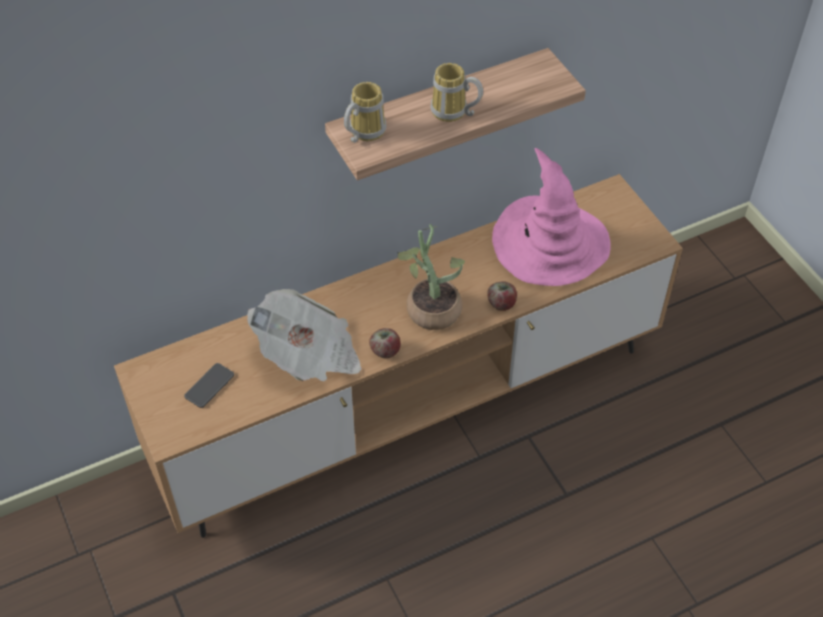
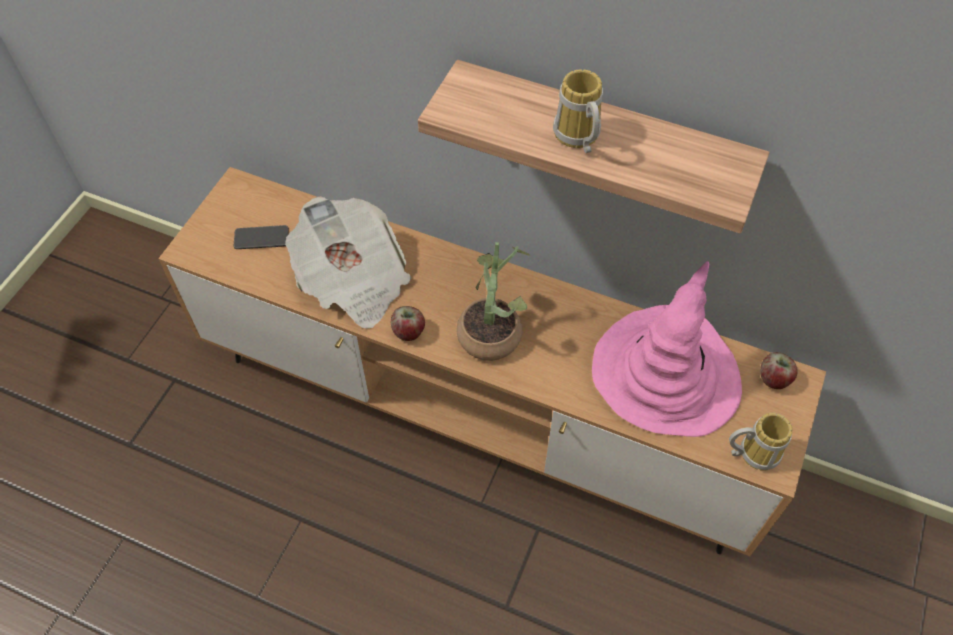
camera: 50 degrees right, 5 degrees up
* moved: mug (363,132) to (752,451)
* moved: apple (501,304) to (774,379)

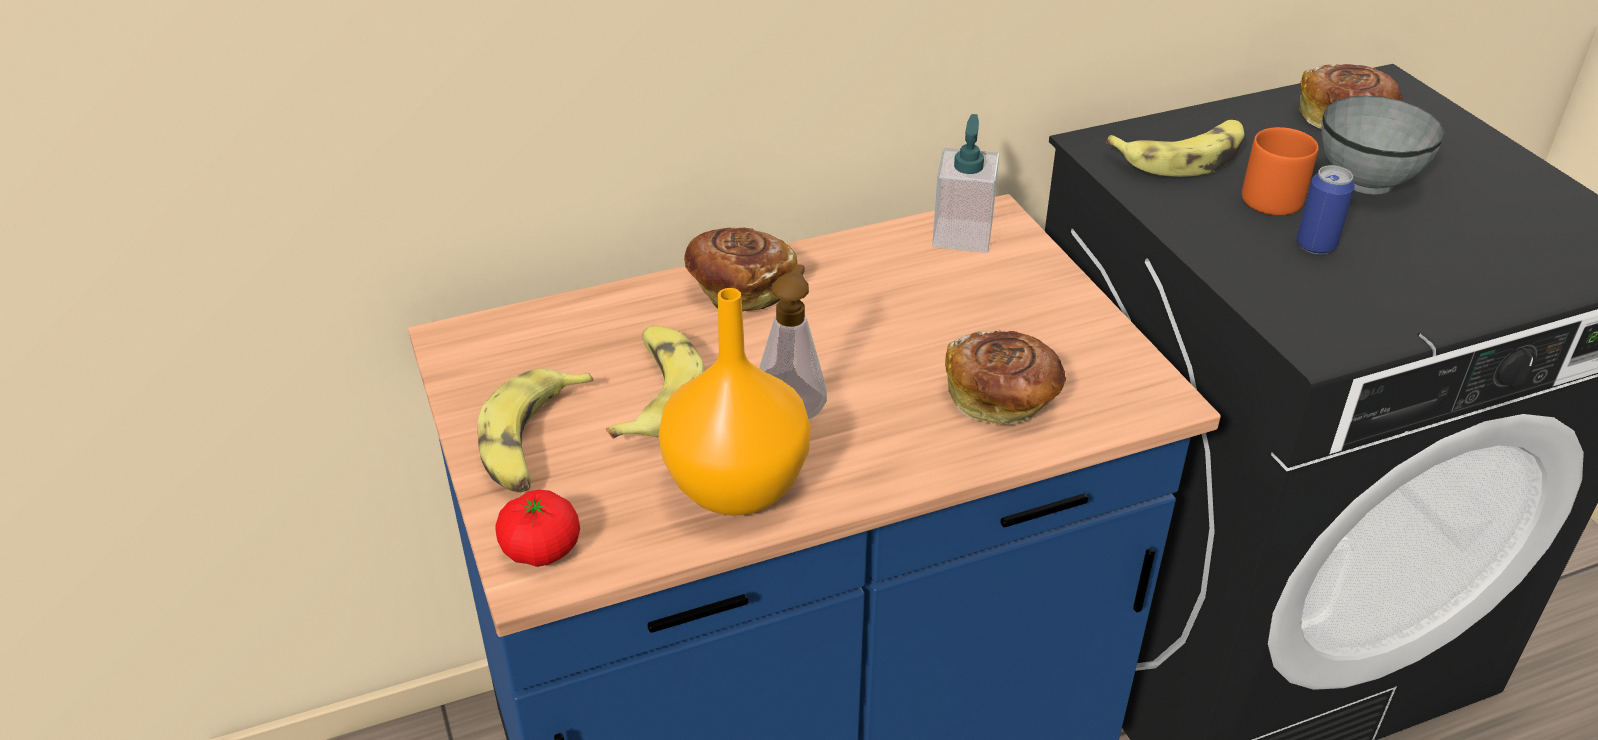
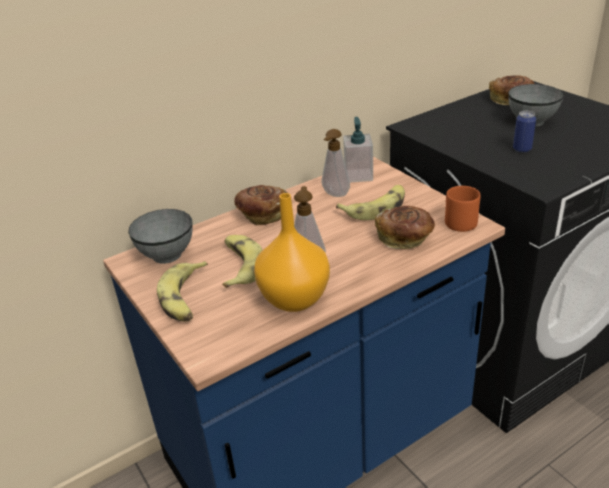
camera: 10 degrees left, 5 degrees down
* moved: banana (1182,157) to (376,208)
* moved: orange_mug (1268,195) to (458,221)
* removed: tomato (541,549)
* added: soap_dispenser (334,195)
* added: grey_bowl (167,254)

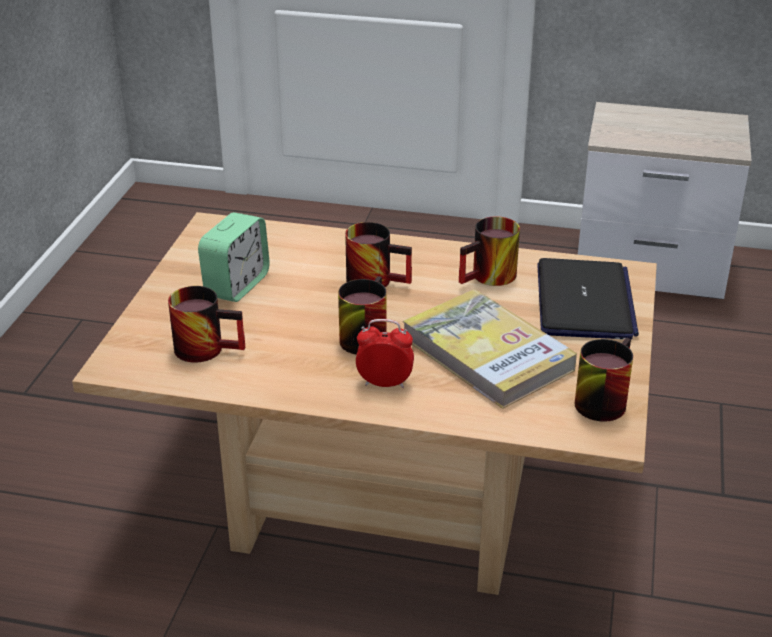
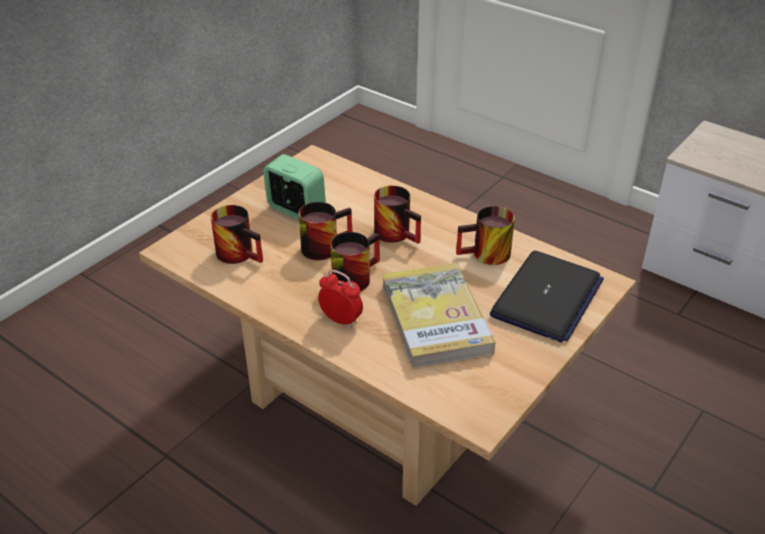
camera: 25 degrees right, 5 degrees up
* turned: alarm_clock (237,285) = (296,210) 105 degrees counterclockwise
* moved: mug (600,398) to (324,245)

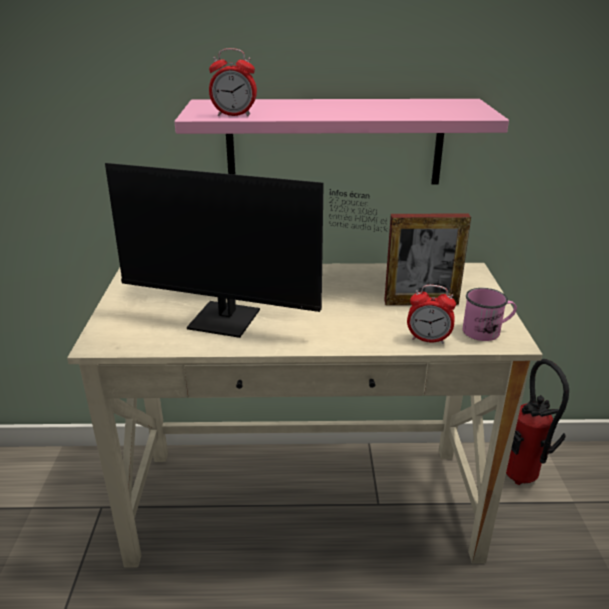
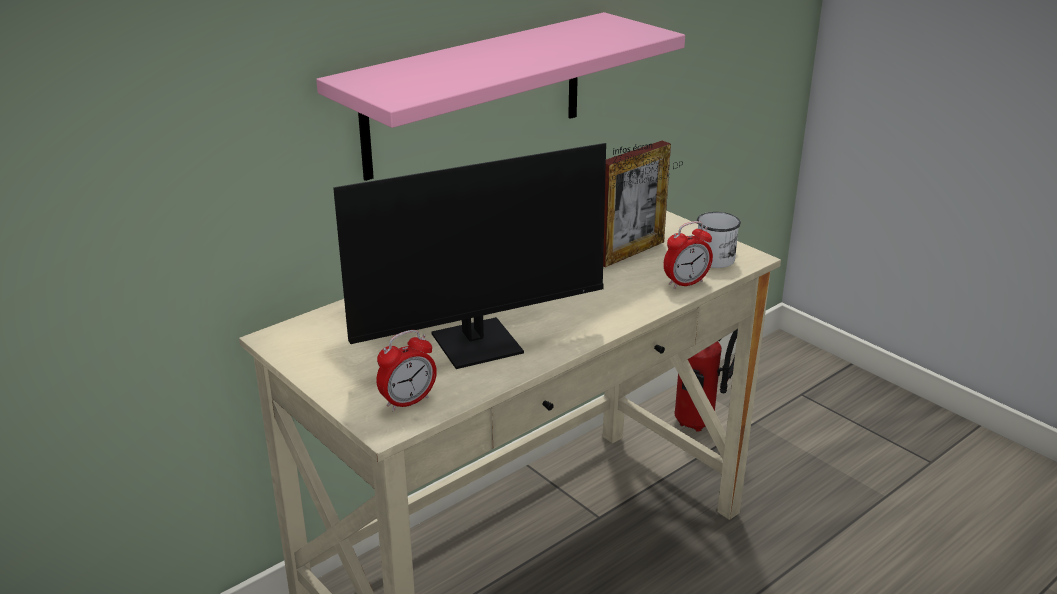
camera: 40 degrees left, 0 degrees up
* moved: alarm_clock (234,115) to (408,401)
* recoloured: pink_mug (487,331) to white_mug (718,257)

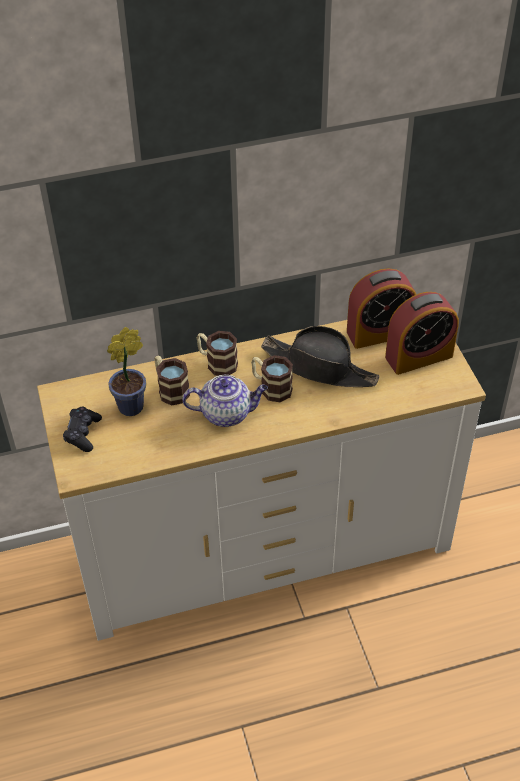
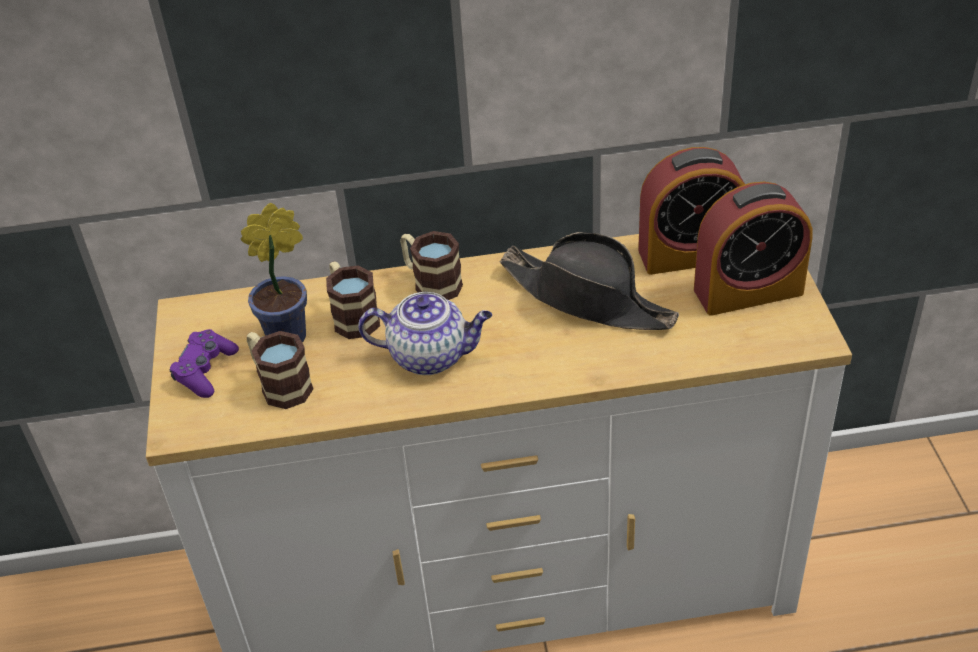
camera: 10 degrees right, 5 degrees down
* moved: mug (271,387) to (280,385)
* recoloured: black_game_controller (83,433) to purple_game_controller (205,371)

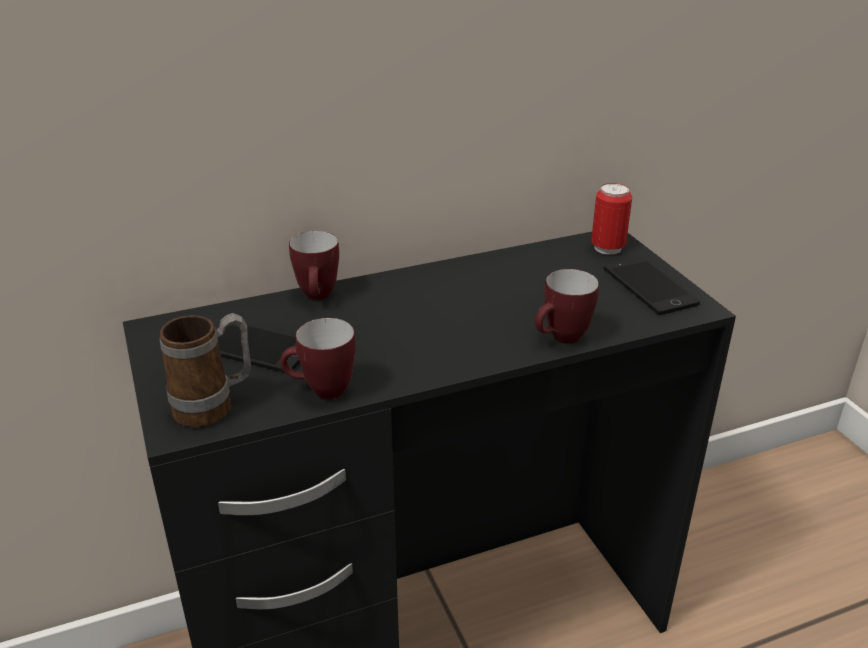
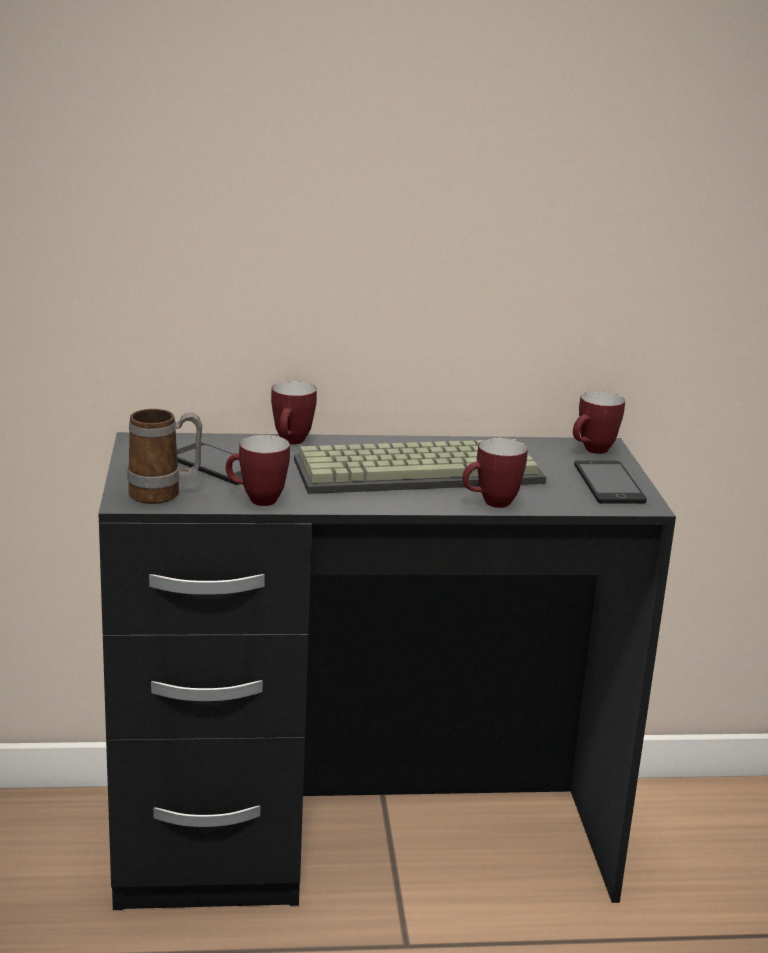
camera: 15 degrees right, 10 degrees down
* replaced: can (607,248) to mug (592,451)
* added: keyboard (420,470)

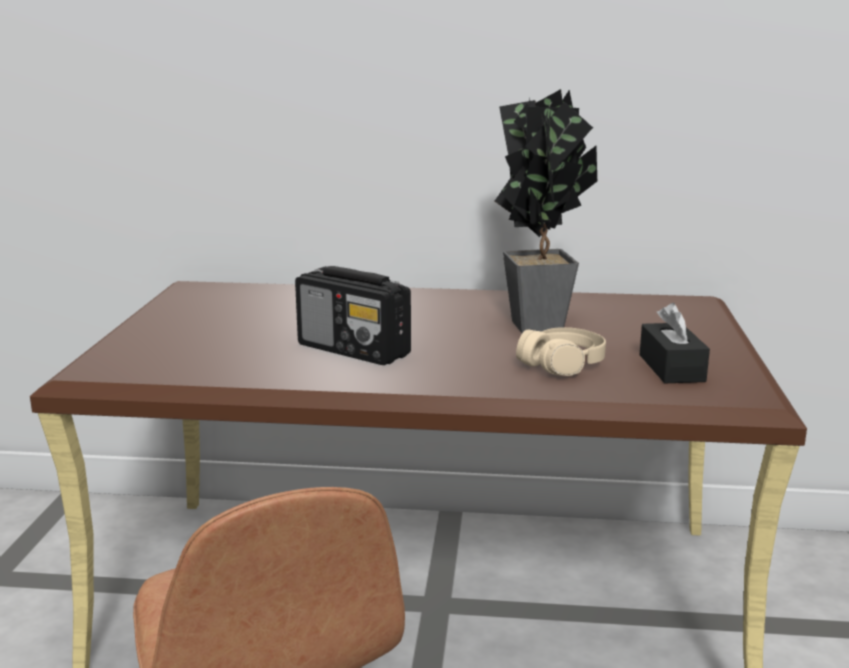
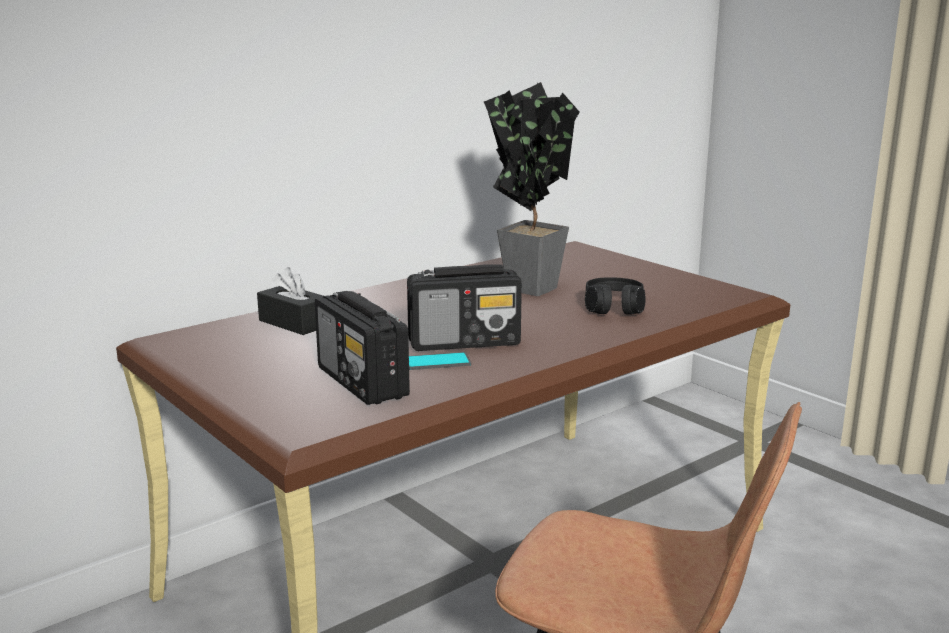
camera: 45 degrees left, 0 degrees up
* moved: black_tissue_box (671,368) to (294,323)
* recoloured: beige_headphones (562,365) to black_headphones (614,308)
* added: radio (362,383)
* added: phone (438,362)

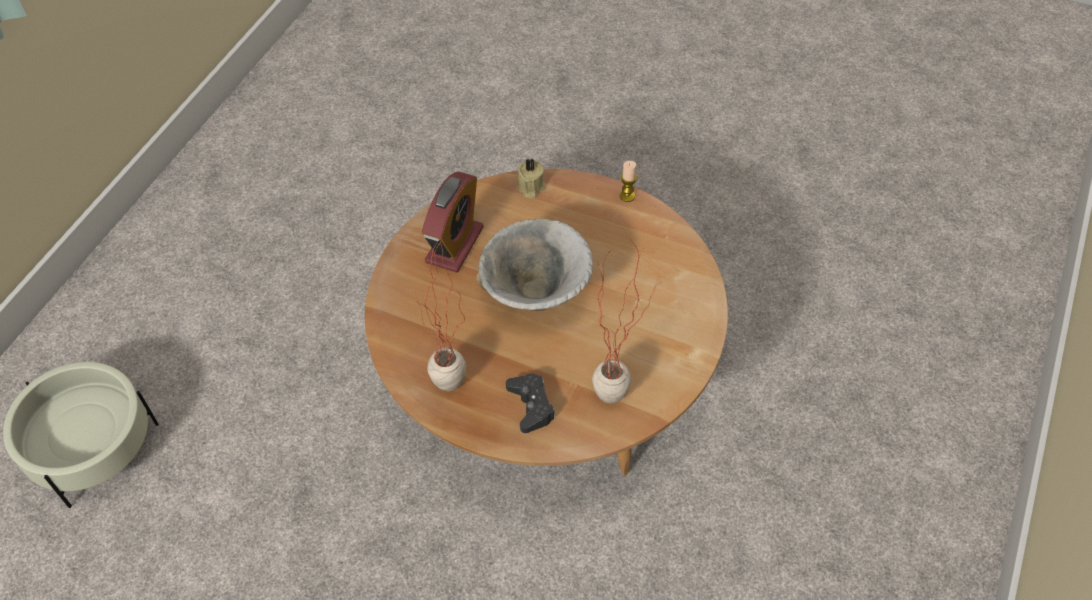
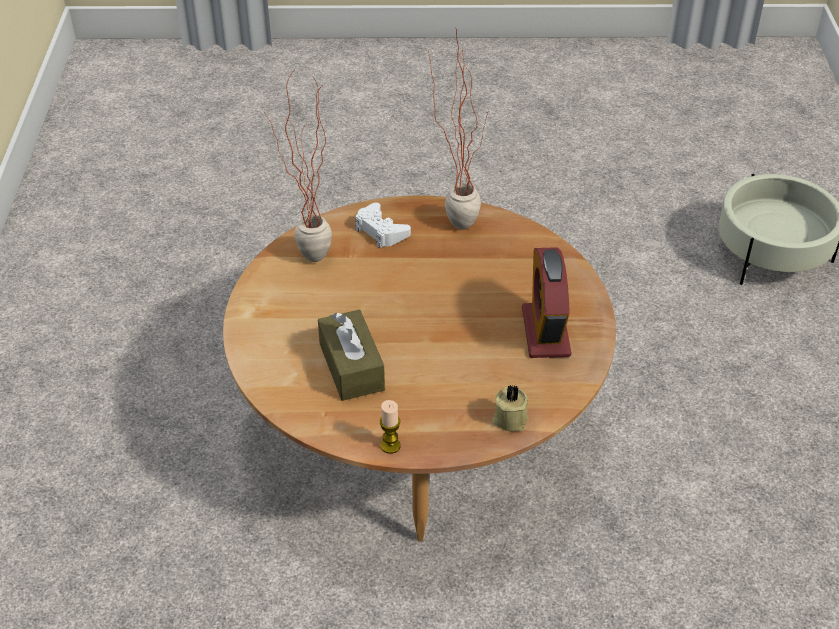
camera: 155 degrees right, 10 degrees down
* removed: bowl (535,297)
* recoloured: black_game_controller (531,406) to white_game_controller (380,231)
* added: brown_tissue_box (351,367)

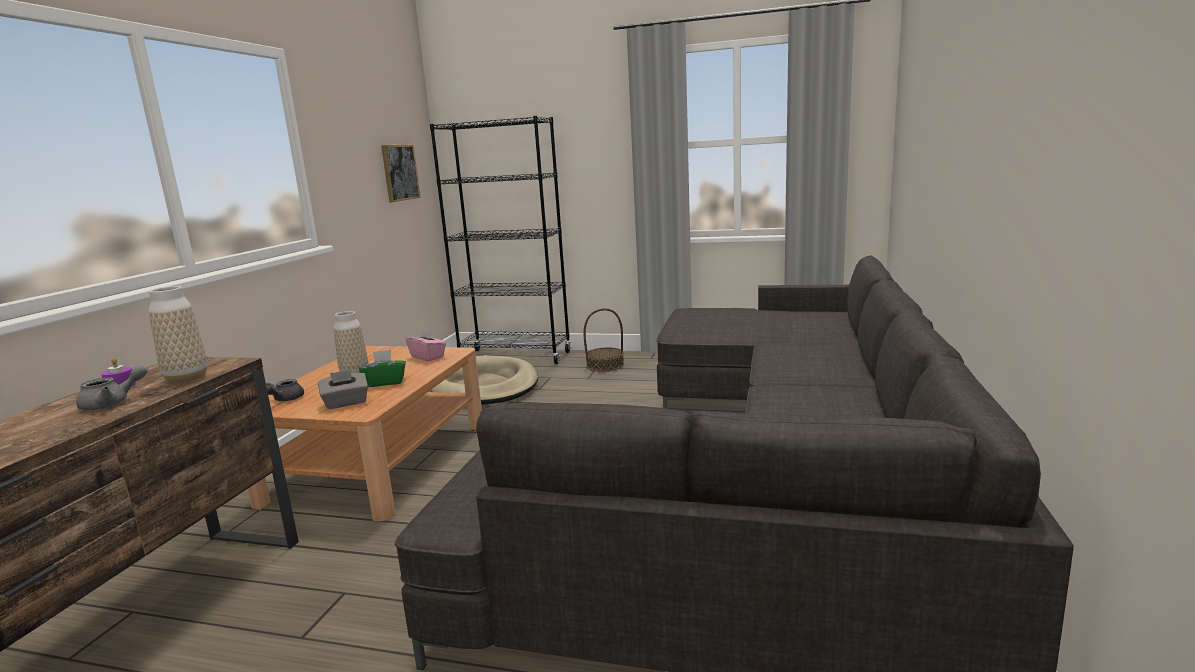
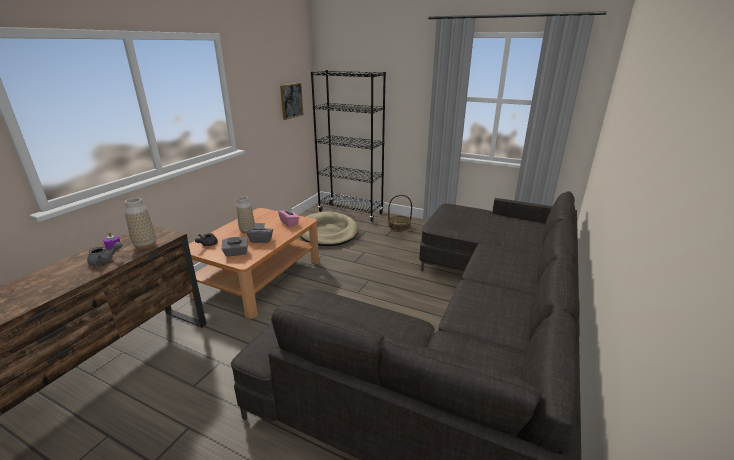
camera: 10 degrees right, 10 degrees up
* recoloured: green_tissue_box (385,382) to grey_tissue_box (261,240)

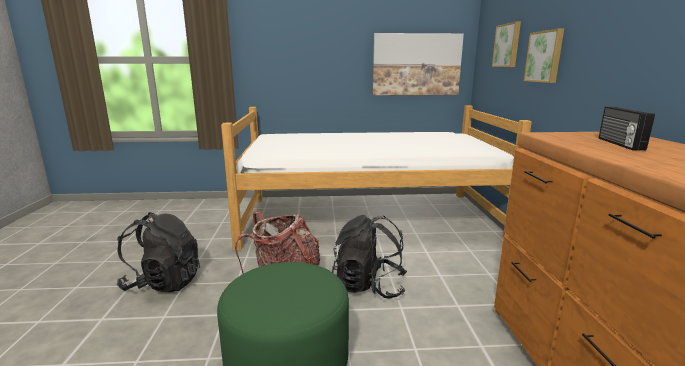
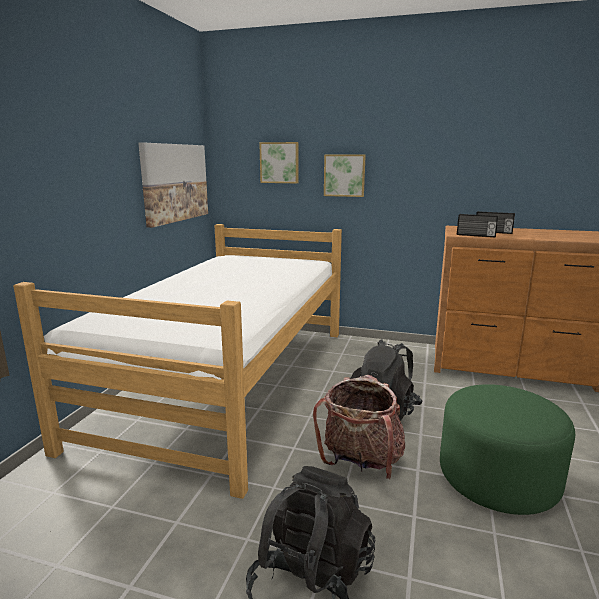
camera: 70 degrees left, 0 degrees up
* added: radio (476,235)

